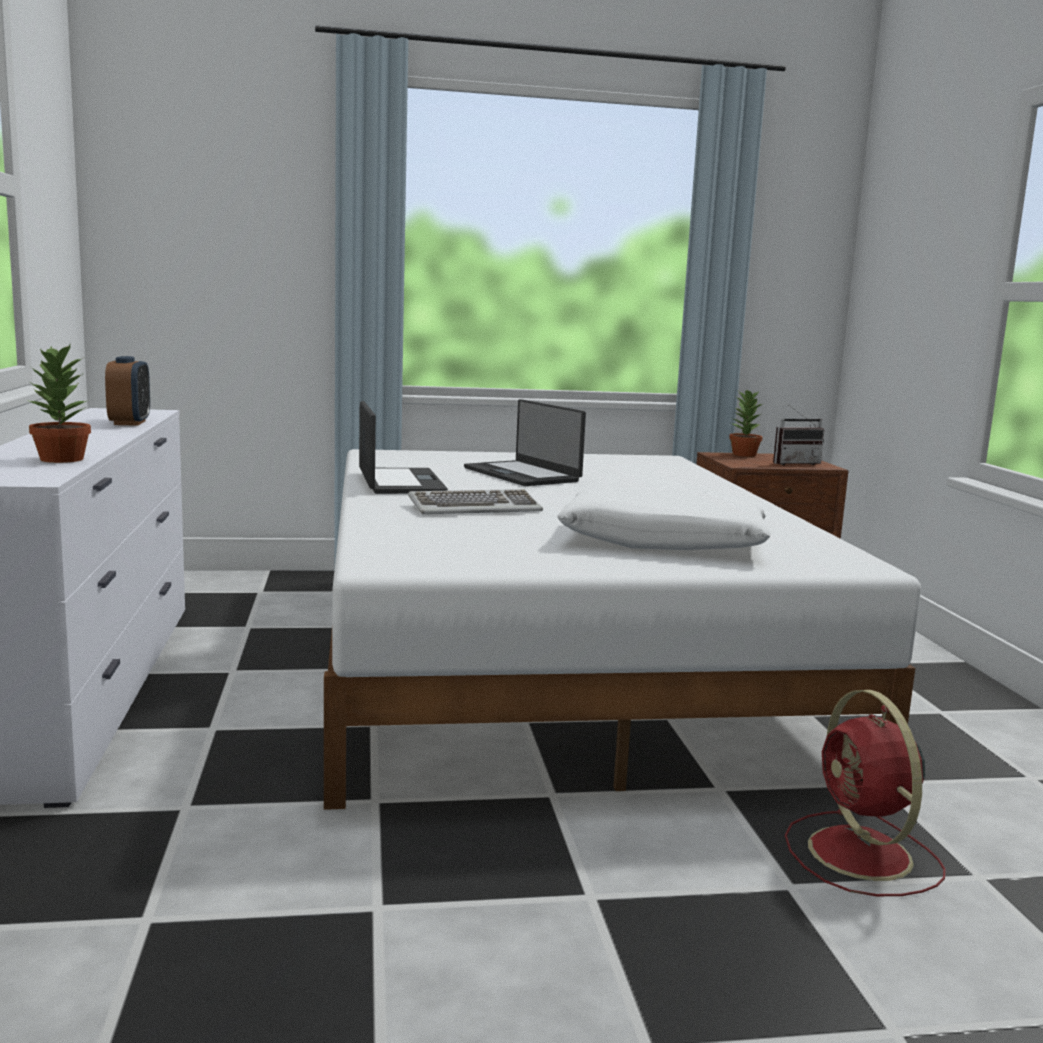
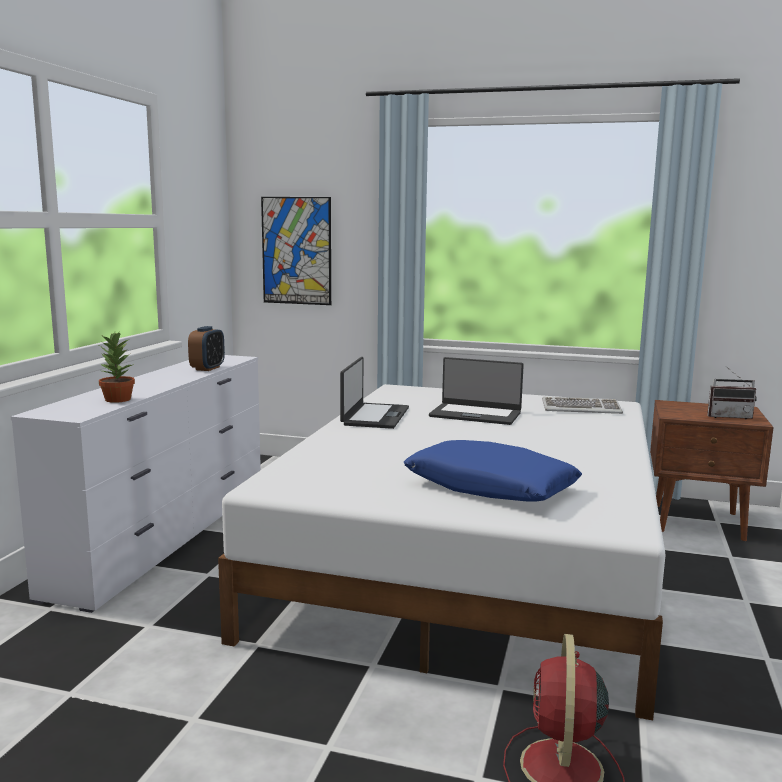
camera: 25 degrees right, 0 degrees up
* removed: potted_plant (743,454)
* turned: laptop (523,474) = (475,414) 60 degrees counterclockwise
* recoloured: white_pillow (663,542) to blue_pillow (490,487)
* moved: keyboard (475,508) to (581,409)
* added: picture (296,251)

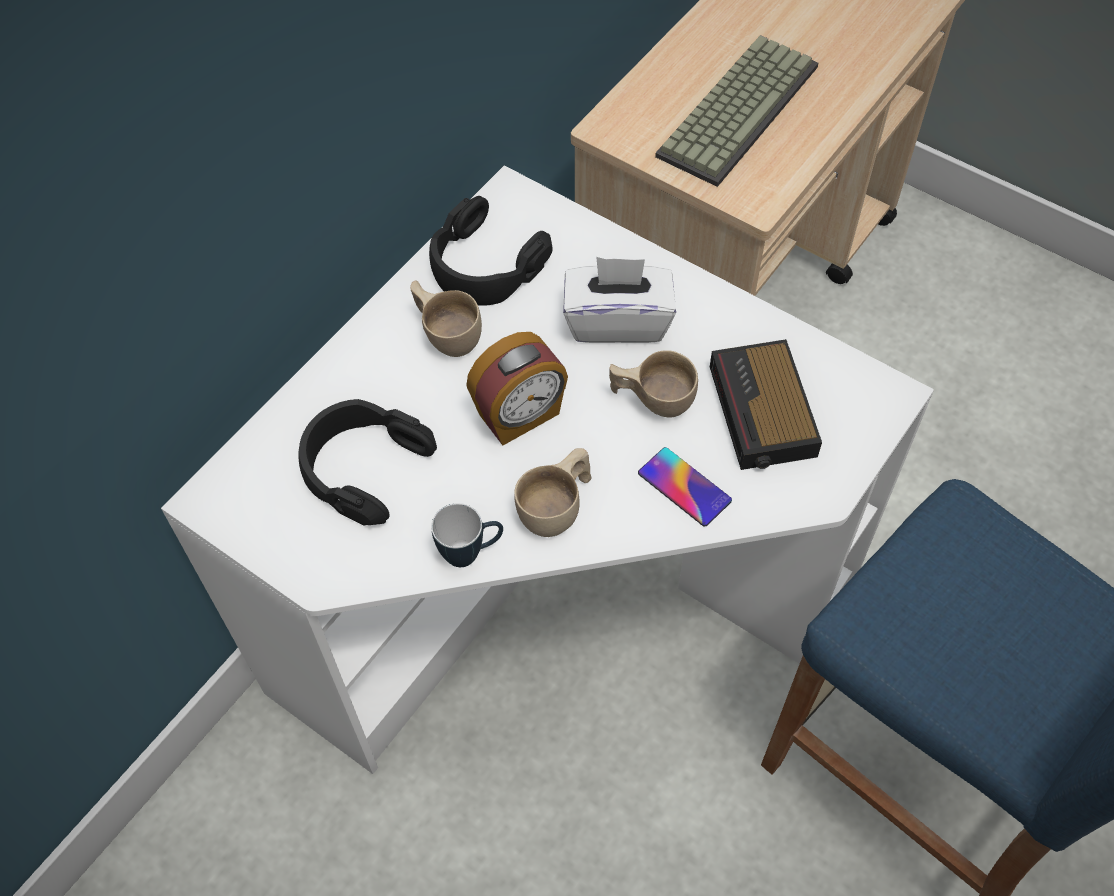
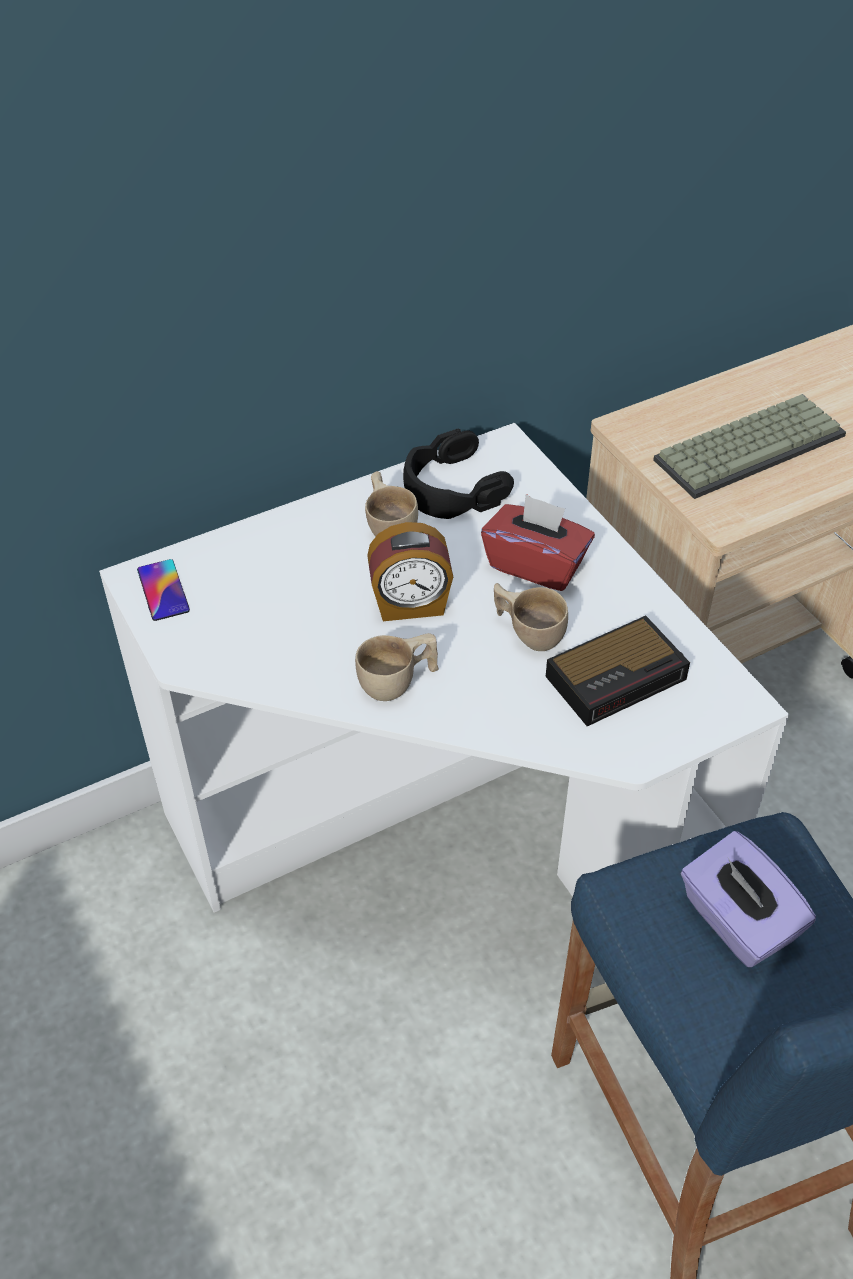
camera: 25 degrees right, 10 degrees down
* recoloured: white_tissue_box (617,321) to red_tissue_box (536,564)
* turned: alarm_clock (763,413) = (618,676) 135 degrees counterclockwise
* removed: black_headphones (363,468)
* moved: phone (684,487) to (163,590)
* removed: mug (471,553)
* added: purple_tissue_box (737,921)

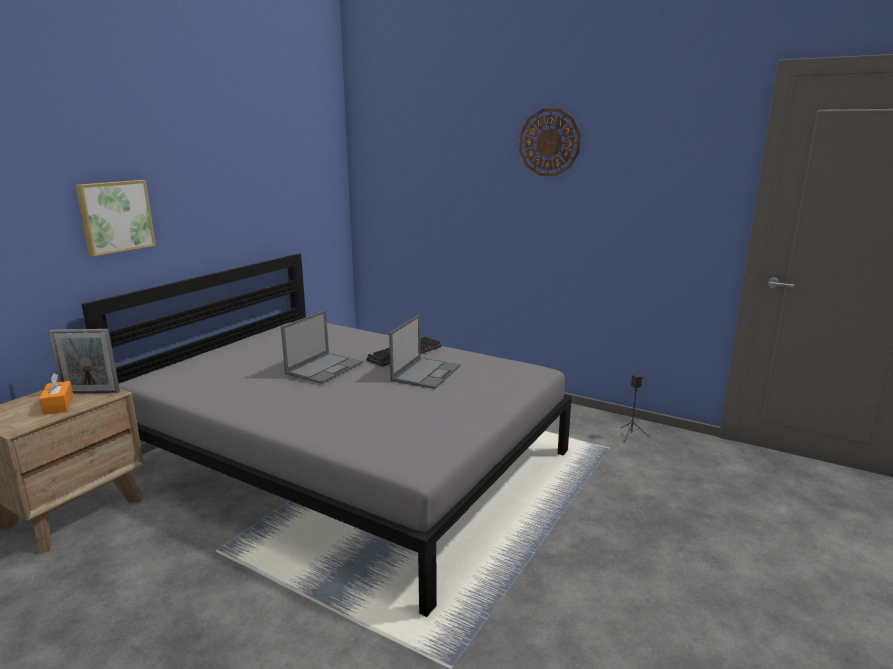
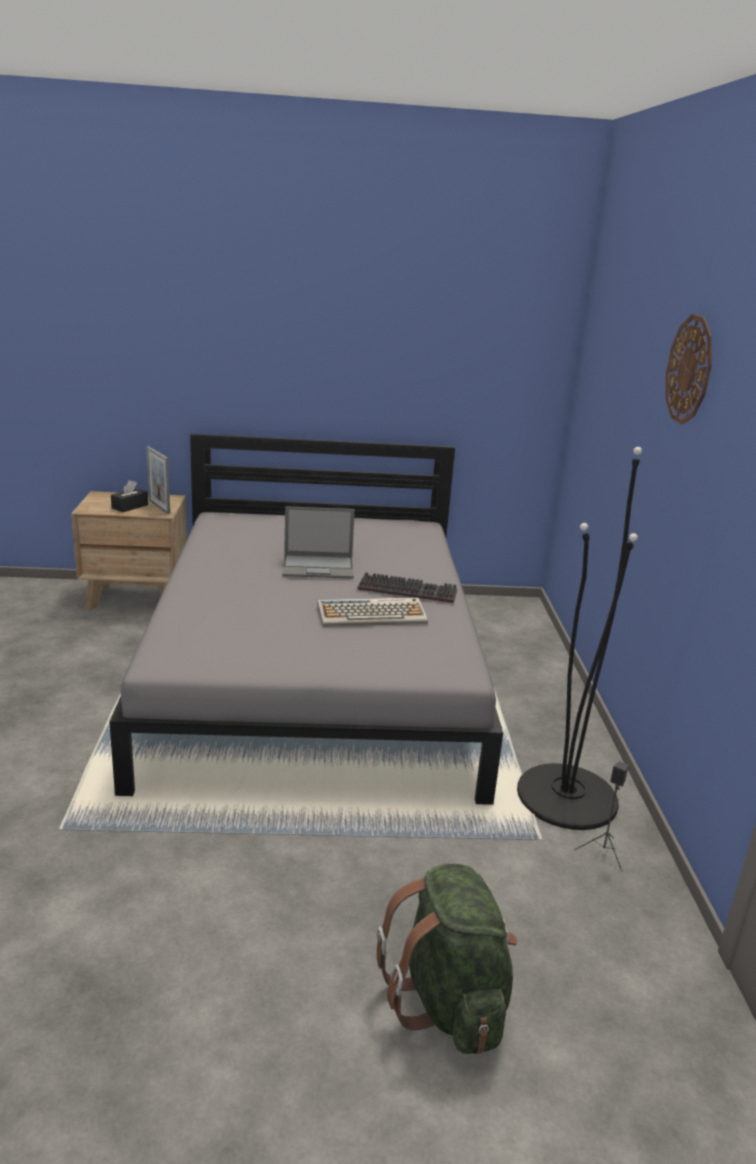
camera: 55 degrees right, 5 degrees up
* removed: picture (115,216)
* replaced: laptop (426,373) to keyboard (372,614)
* recoloured: orange_tissue_box (58,405) to black_tissue_box (130,506)
* added: black_floor_lamp (567,796)
* added: green_backpack (448,1001)

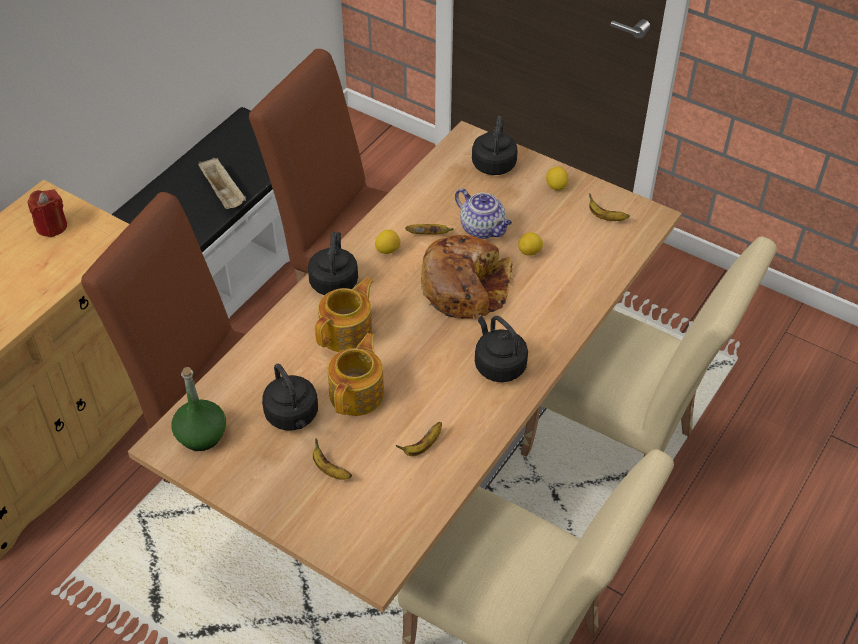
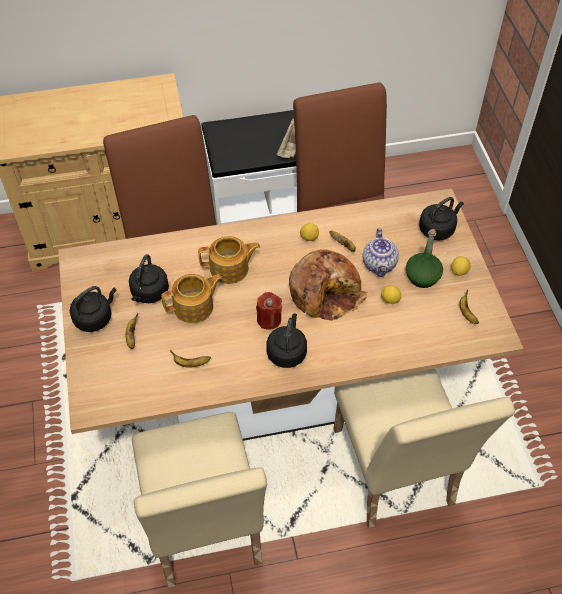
camera: 45 degrees right, 5 degrees up
* moved: red_candle (51,226) to (269,319)
* moved: black_kettle (334,281) to (95,318)
* moved: green_bottle (201,435) to (422,277)

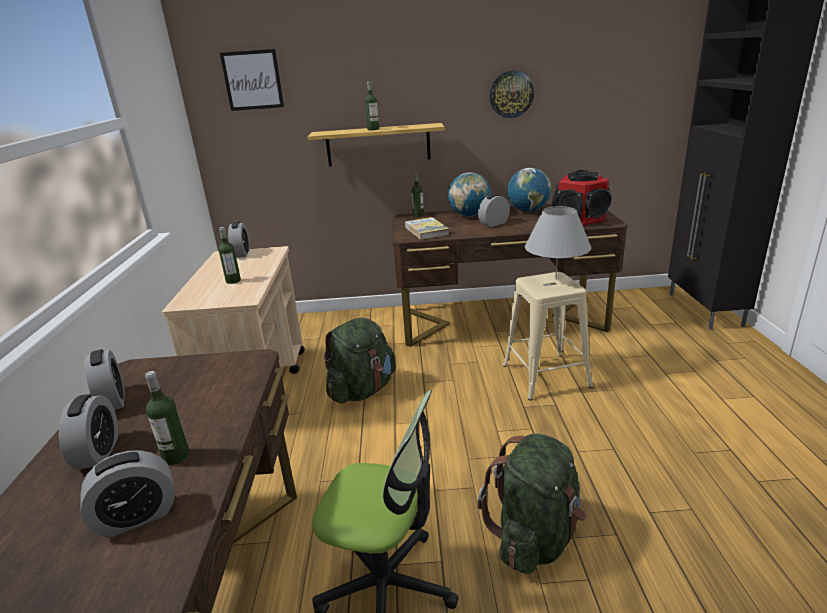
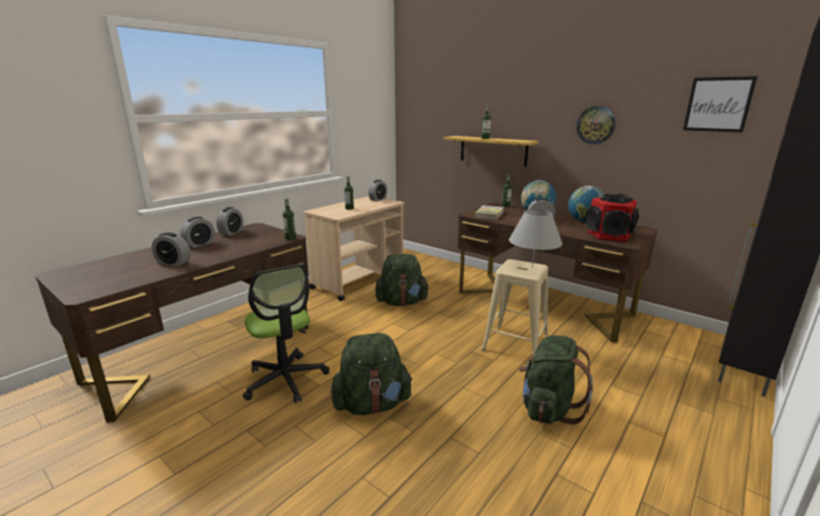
camera: 40 degrees right, 5 degrees down
* moved: picture (252,80) to (718,104)
* moved: bottle (176,456) to (290,238)
* added: green_backpack (548,408)

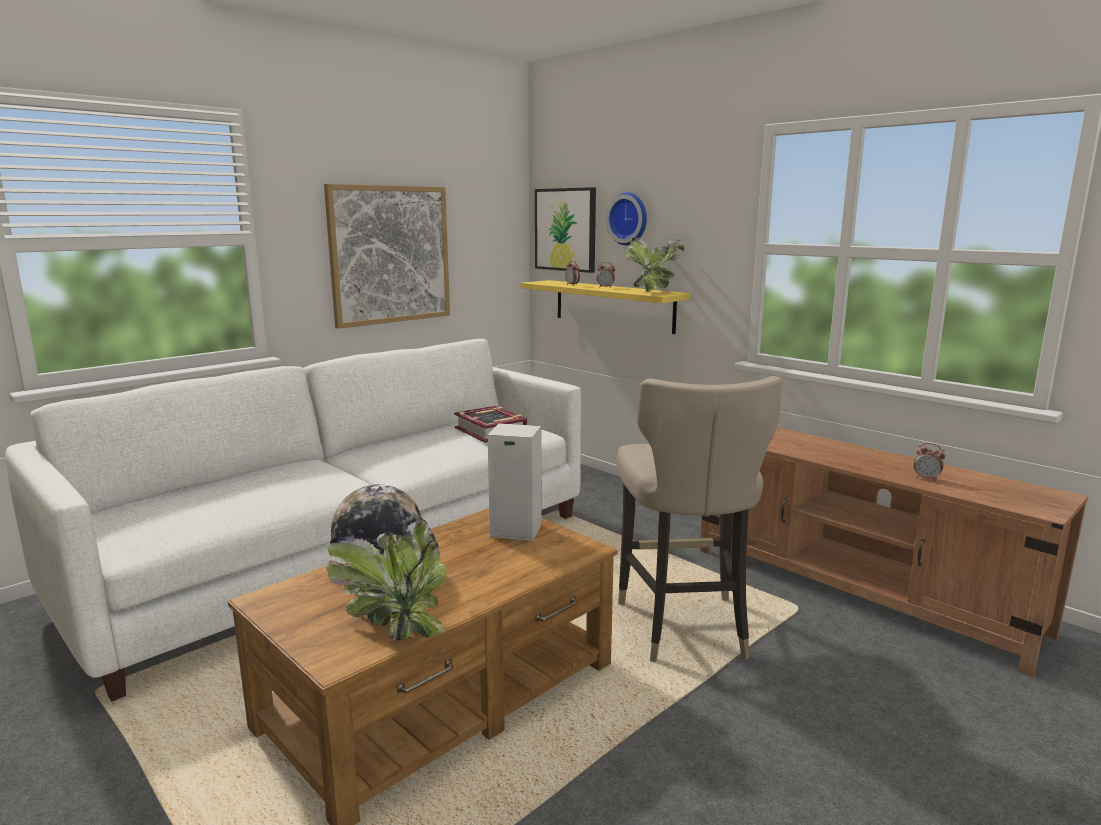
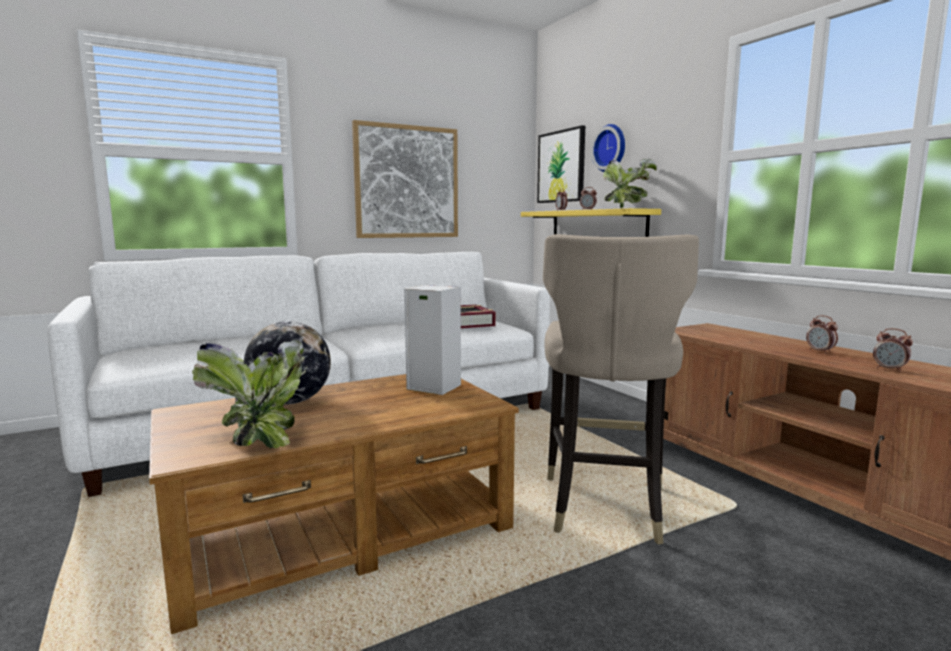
camera: 15 degrees right, 5 degrees down
* added: alarm_clock (820,351)

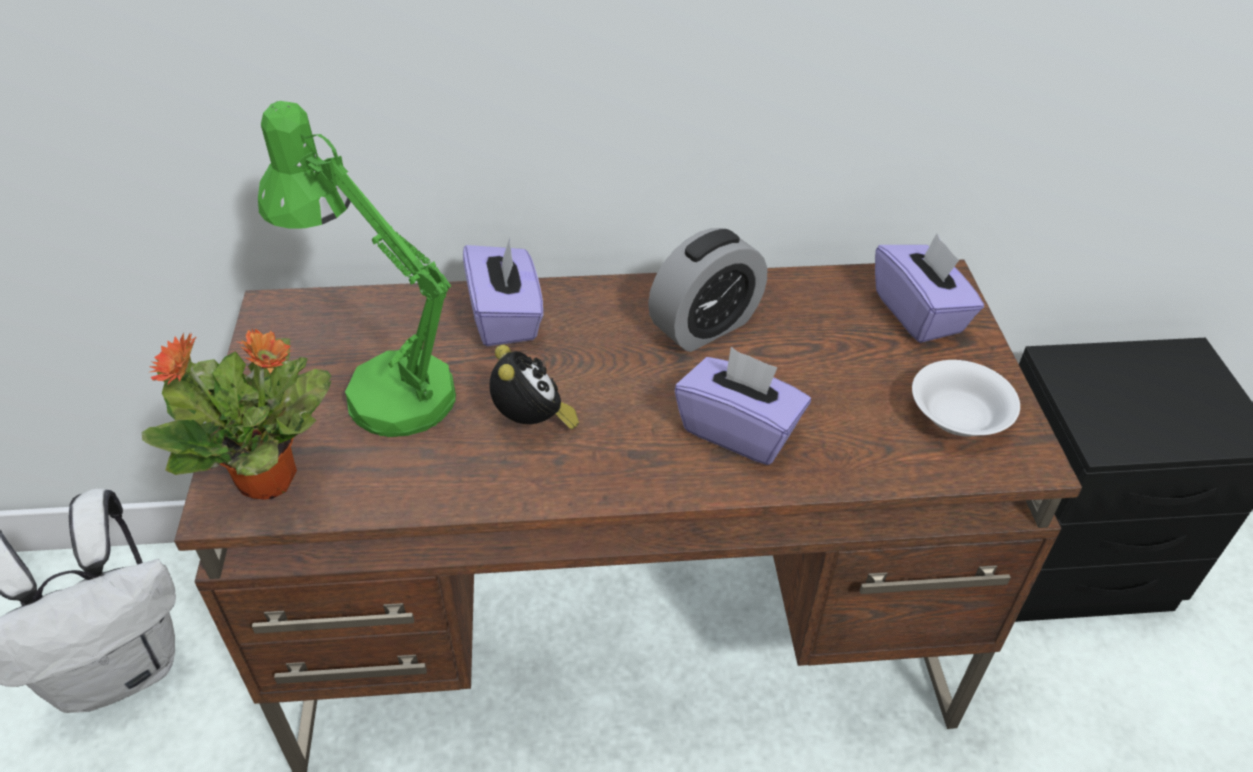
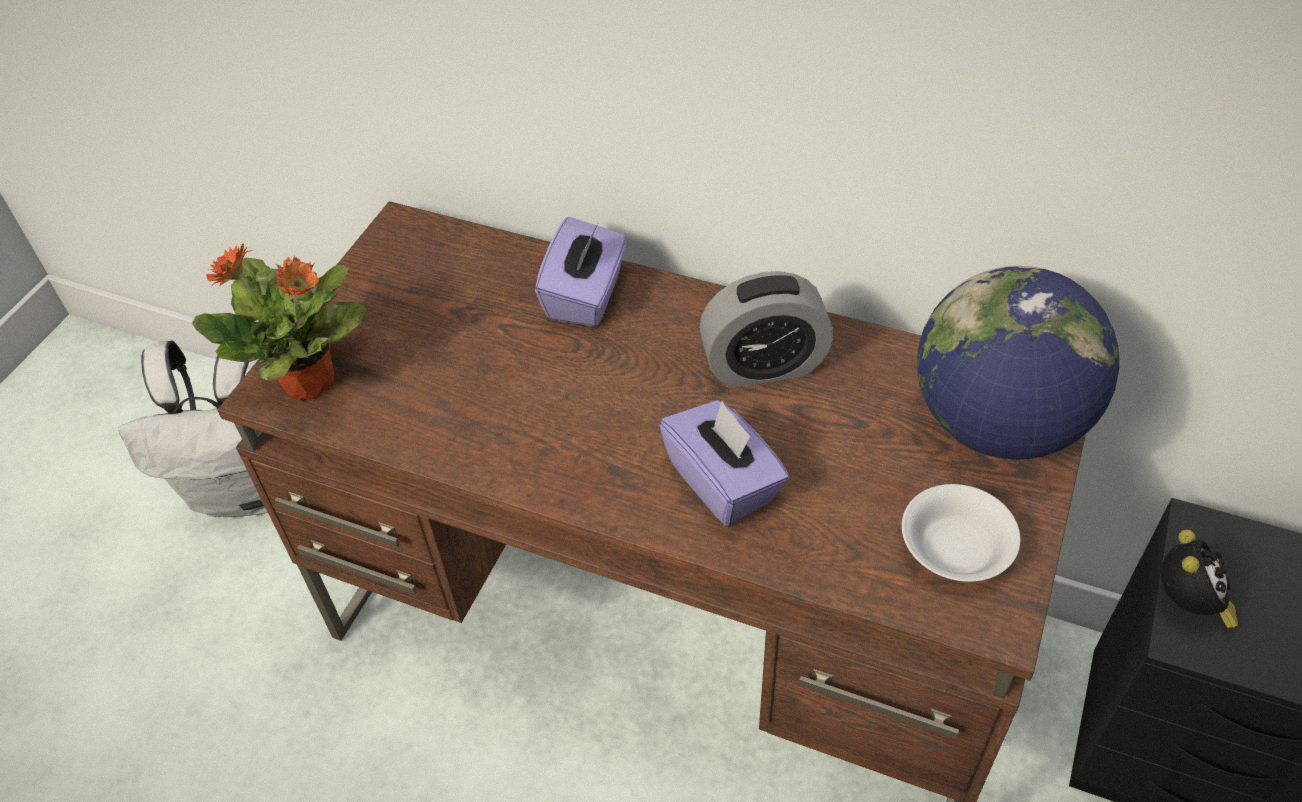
camera: 30 degrees right, 5 degrees up
* removed: green_table_lamp (384,387)
* replaced: purple_tissue_box (919,313) to globe (997,424)
* moved: alarm_clock (532,423) to (1187,605)

